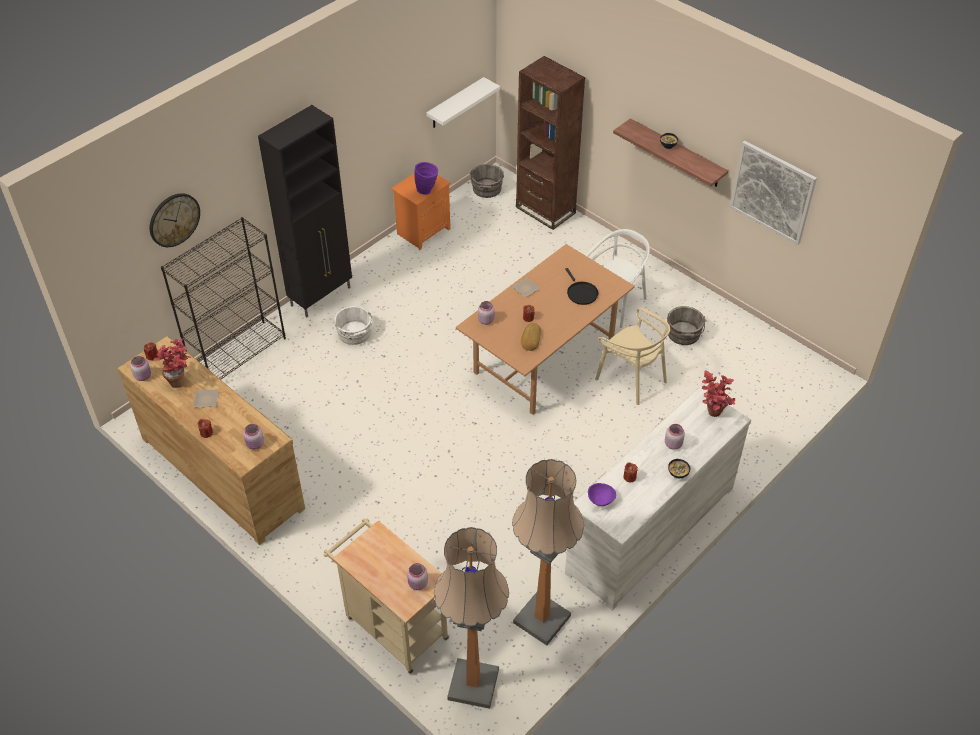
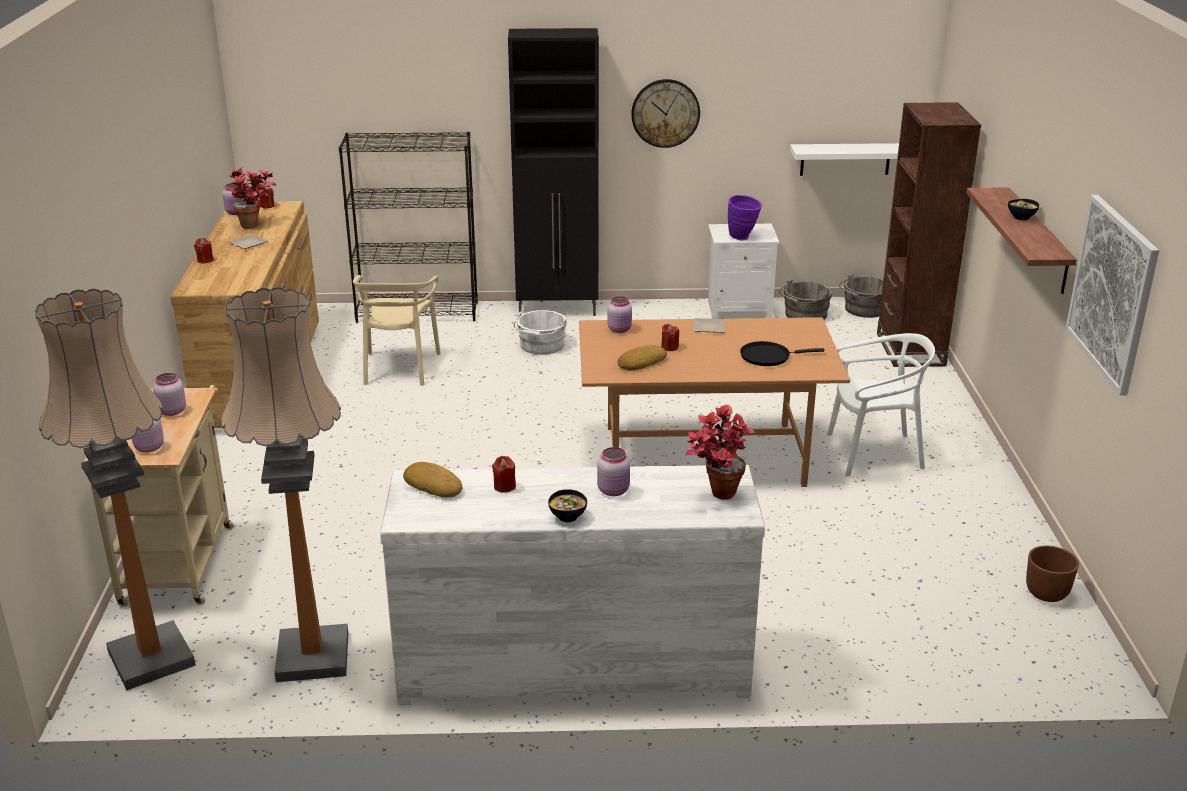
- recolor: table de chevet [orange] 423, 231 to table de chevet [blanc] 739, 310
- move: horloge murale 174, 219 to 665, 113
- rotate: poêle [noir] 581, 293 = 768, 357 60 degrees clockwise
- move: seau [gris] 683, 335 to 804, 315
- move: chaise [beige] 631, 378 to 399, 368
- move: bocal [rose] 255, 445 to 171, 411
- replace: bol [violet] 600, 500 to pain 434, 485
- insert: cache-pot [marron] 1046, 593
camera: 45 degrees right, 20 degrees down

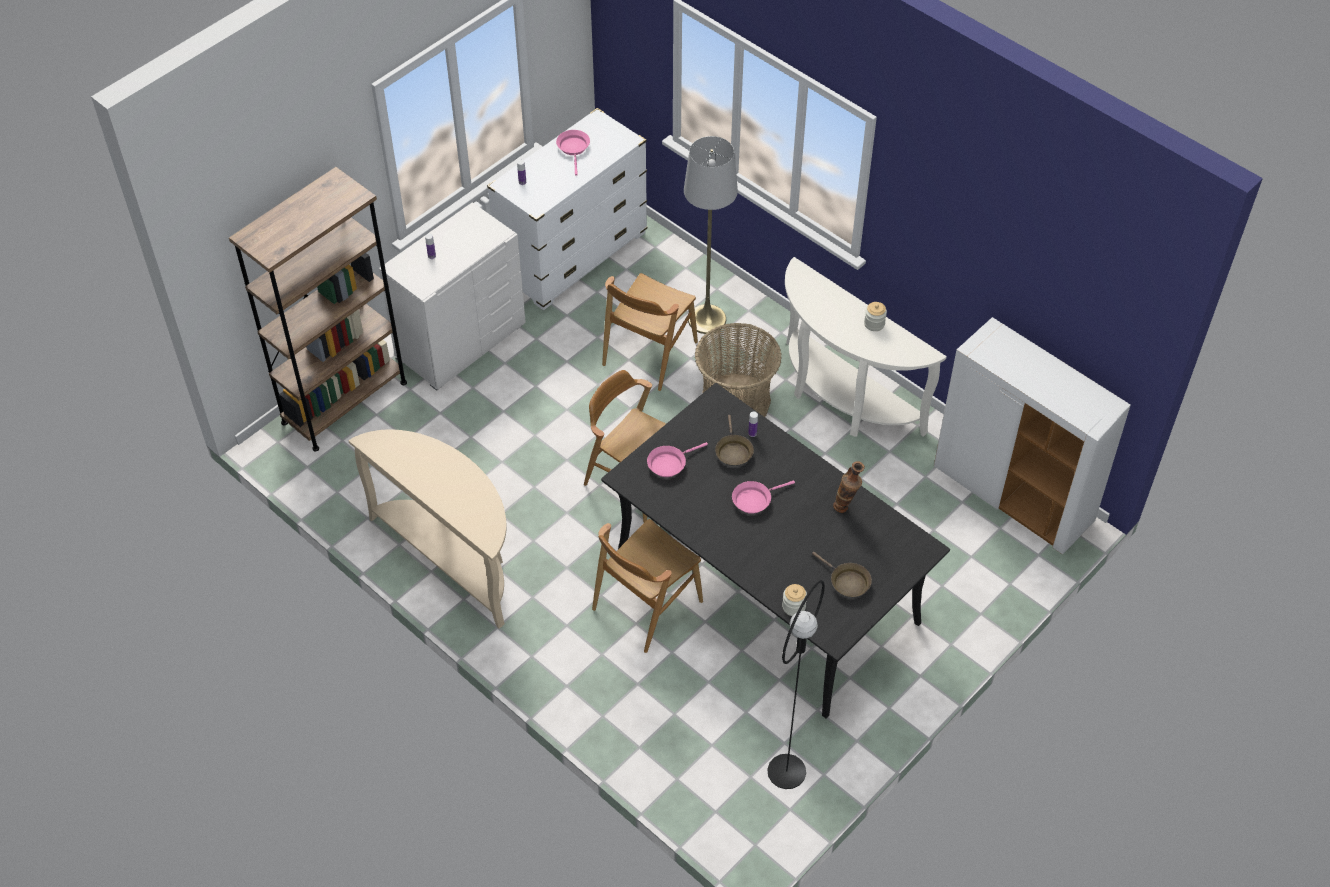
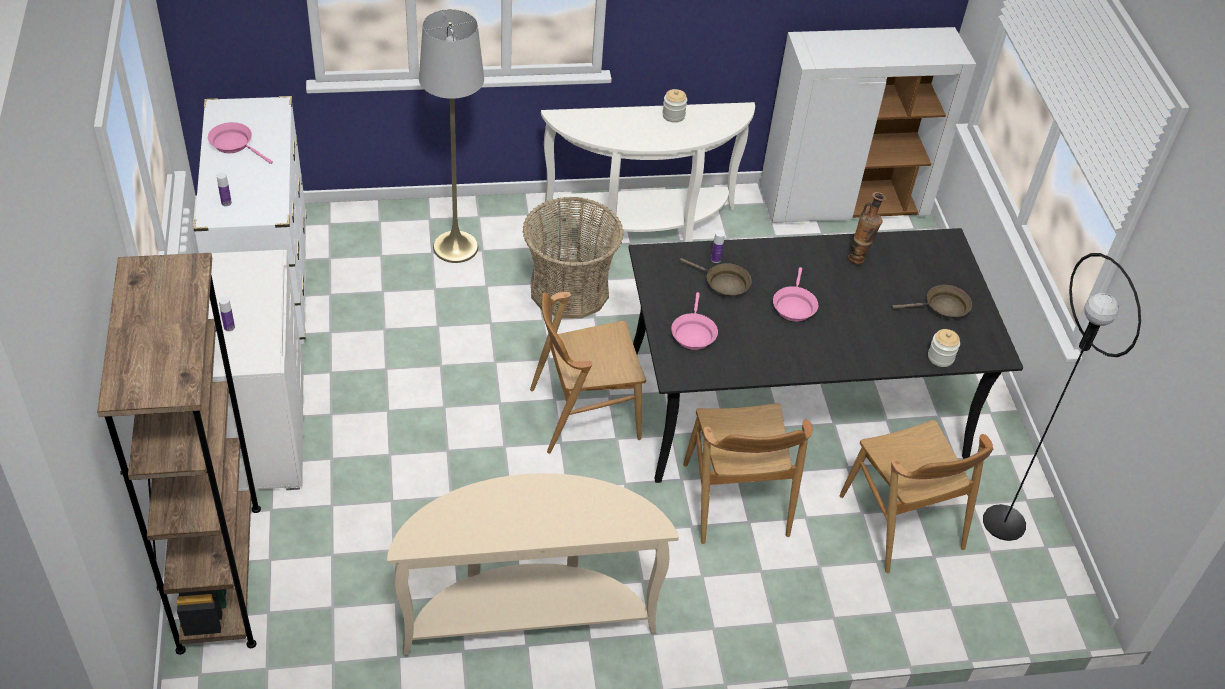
- move: chaise [marron] 649, 353 to 901, 522
camera: 55 degrees left, 5 degrees down

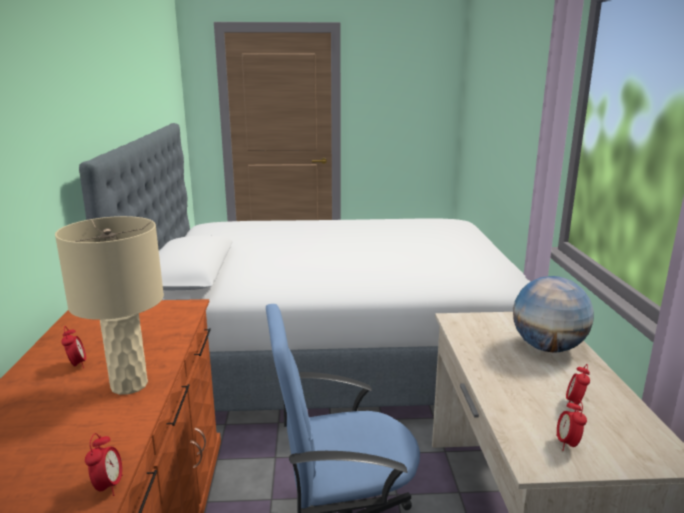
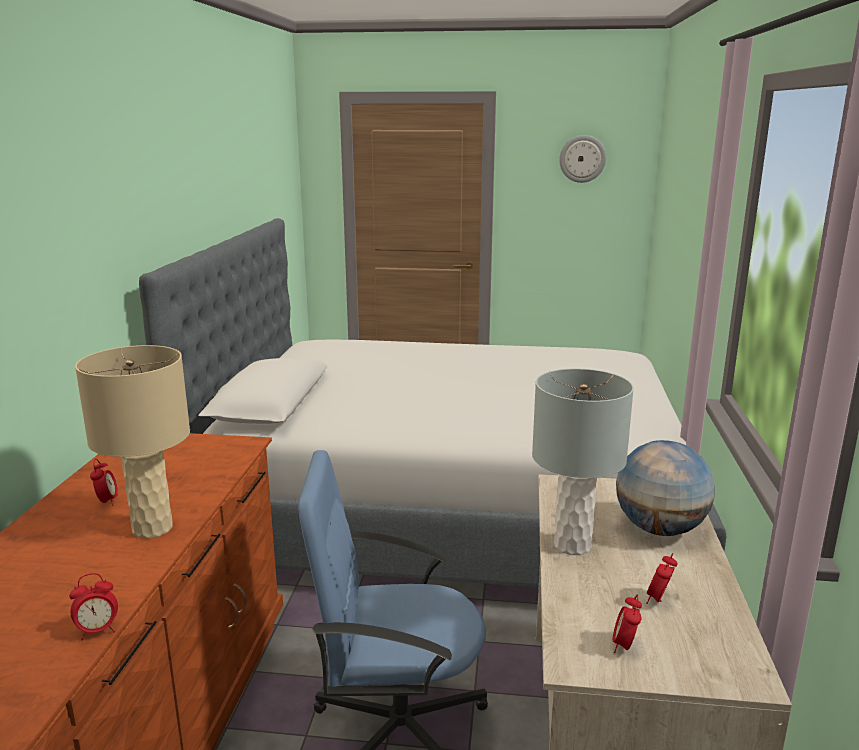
- rotate: réveil 108, 486 = 98, 631 60 degrees clockwise
- insert: horloge murale 582, 158
- insert: lampe de table [gris] 571, 545
camera: 10 degrees right, 0 degrees up

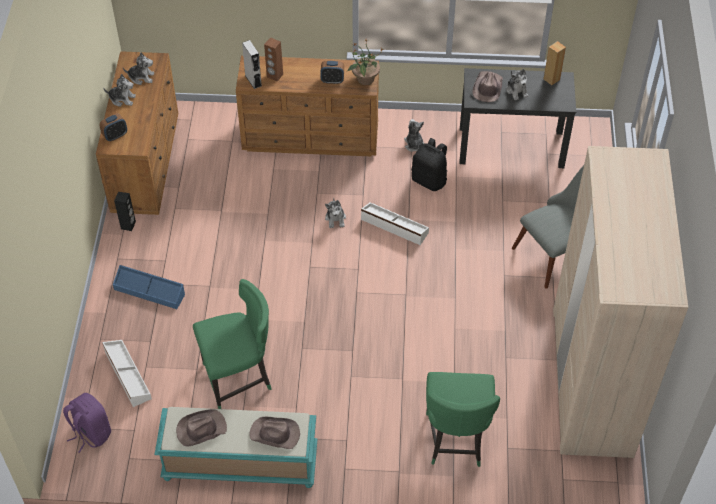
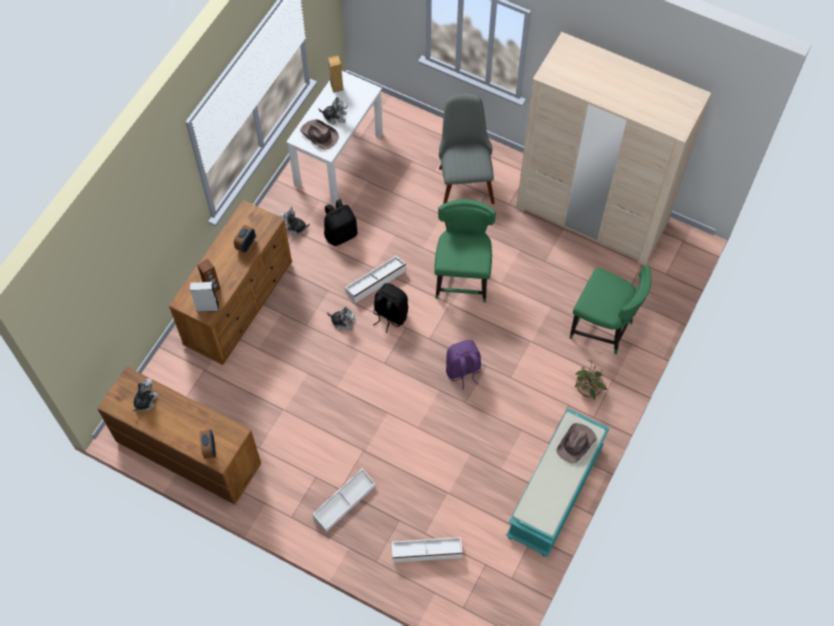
- move: plante en pot 365, 79 to 588, 390
- recolor: bureau [noir] 511, 147 to bureau [blanc] 339, 159
- delete: peluche 122, 99
- delete: enceinte [noir] 128, 225
- recolor: boîte de rangement [bleu] 149, 291 to boîte de rangement [blanc] 344, 502
- move: chaise [vert] 239, 379 to 462, 278
- move: sac à dos [violet] 91, 433 to 463, 371
- delete: chapeau [marron] 201, 429
- insert: sac à dos [noir] 389, 315
camera: 65 degrees left, 10 degrees up

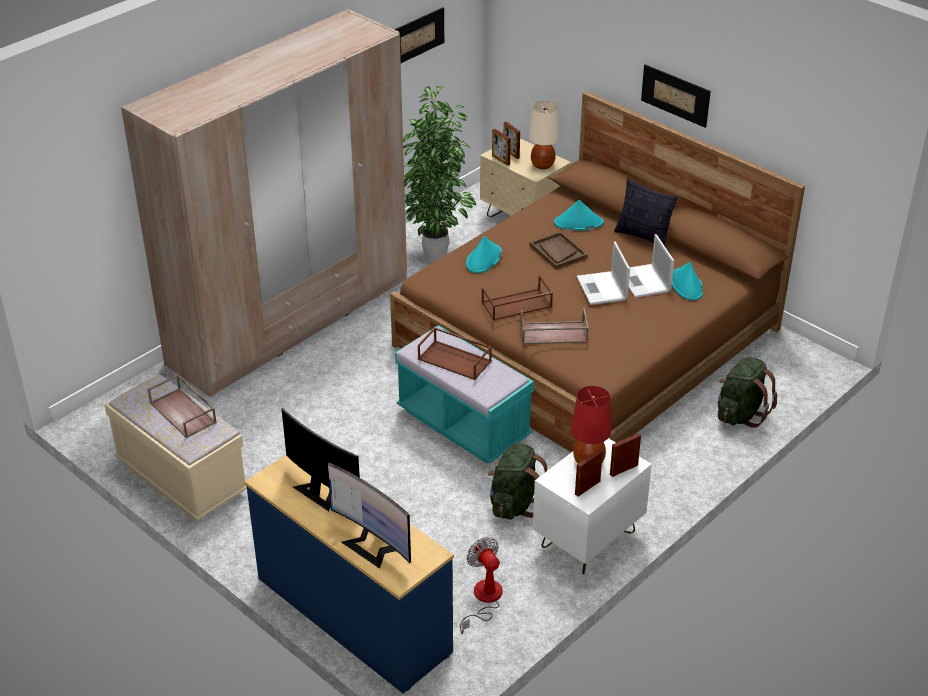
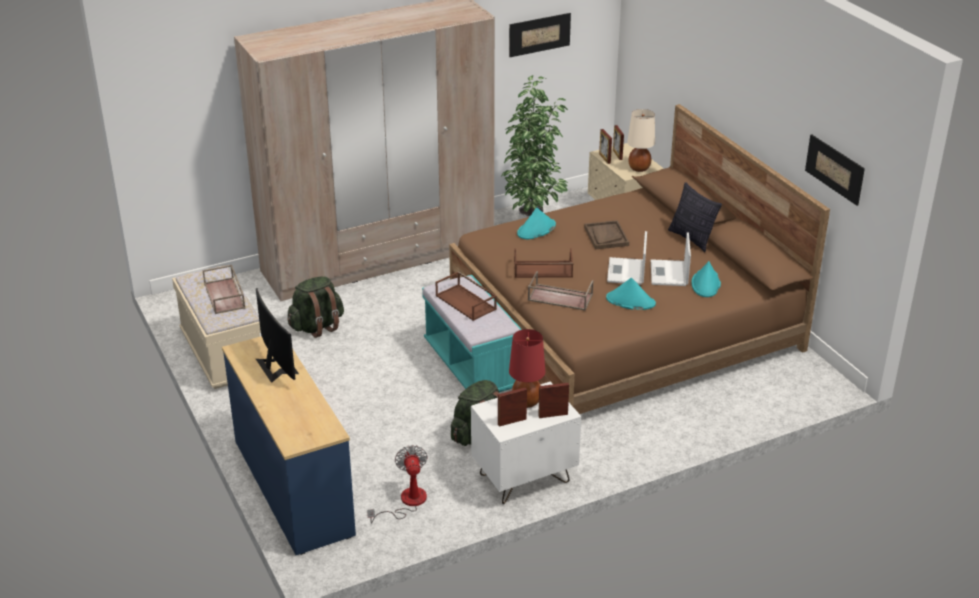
- move: tableau 675, 95 to 834, 169
- move: chapeau [turquoise] 578, 223 to 630, 301
- move: sac à dos [vert] 740, 414 to 317, 326
- delete: écran d'ordinateur 372, 545
camera: 20 degrees right, 5 degrees down

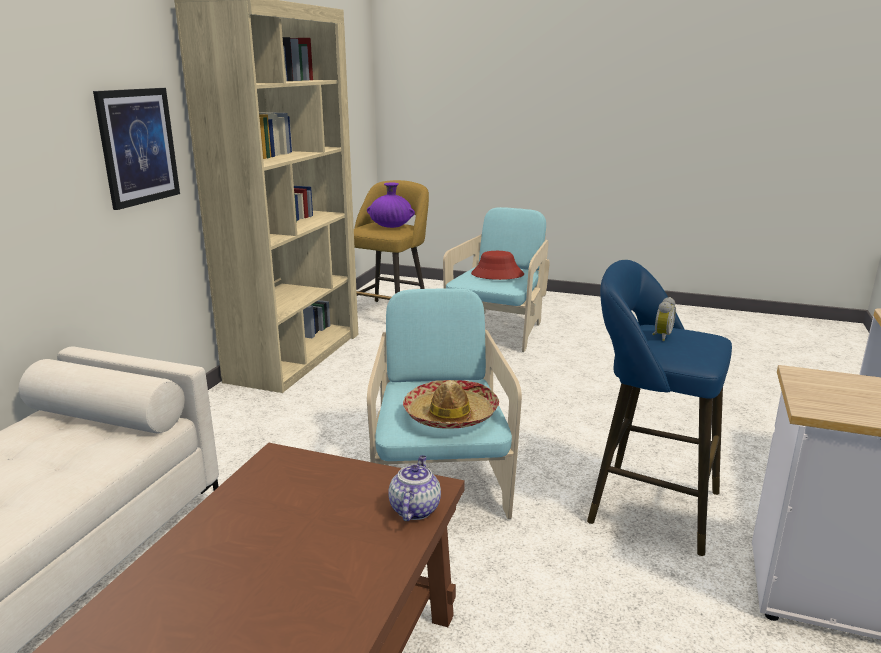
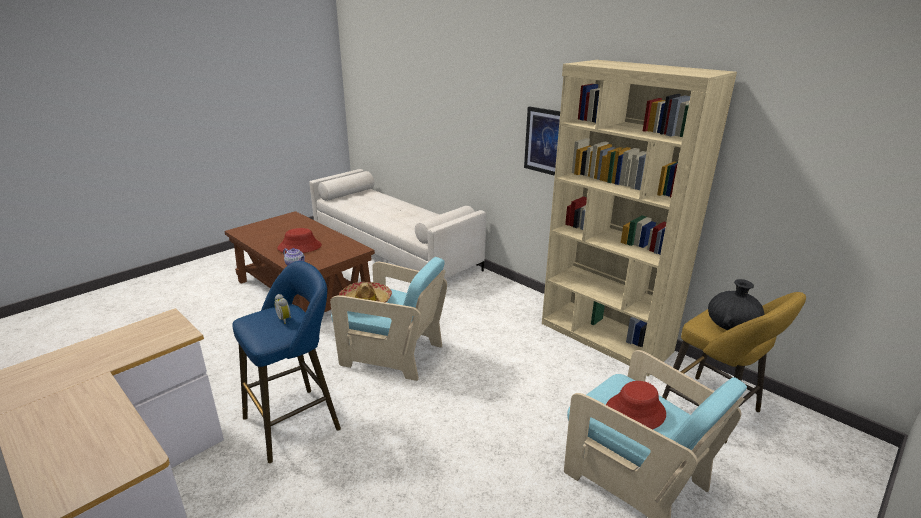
- recolor: vase [violet] 391, 226 to vase [noir] 731, 326
- insert: chapeau [rouge] 299, 247
camera: 115 degrees right, 5 degrees up

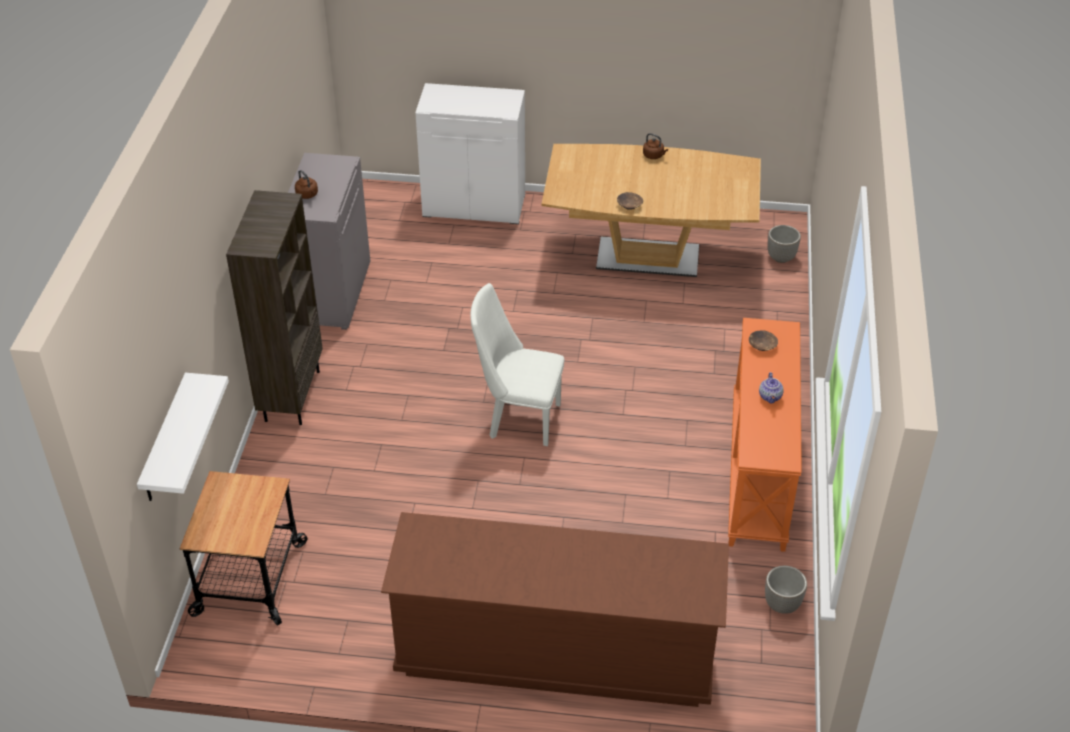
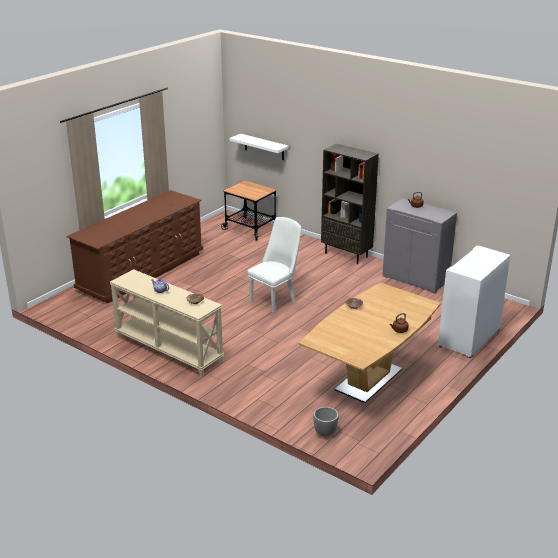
- recolor: table console [orange] 759, 471 to table console [beige] 167, 350
- delete: cache-pot 781, 605
camera: 120 degrees right, 15 degrees down

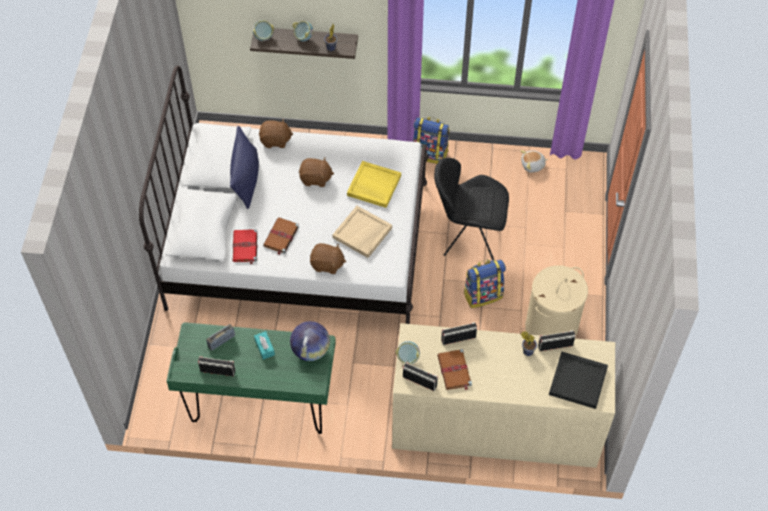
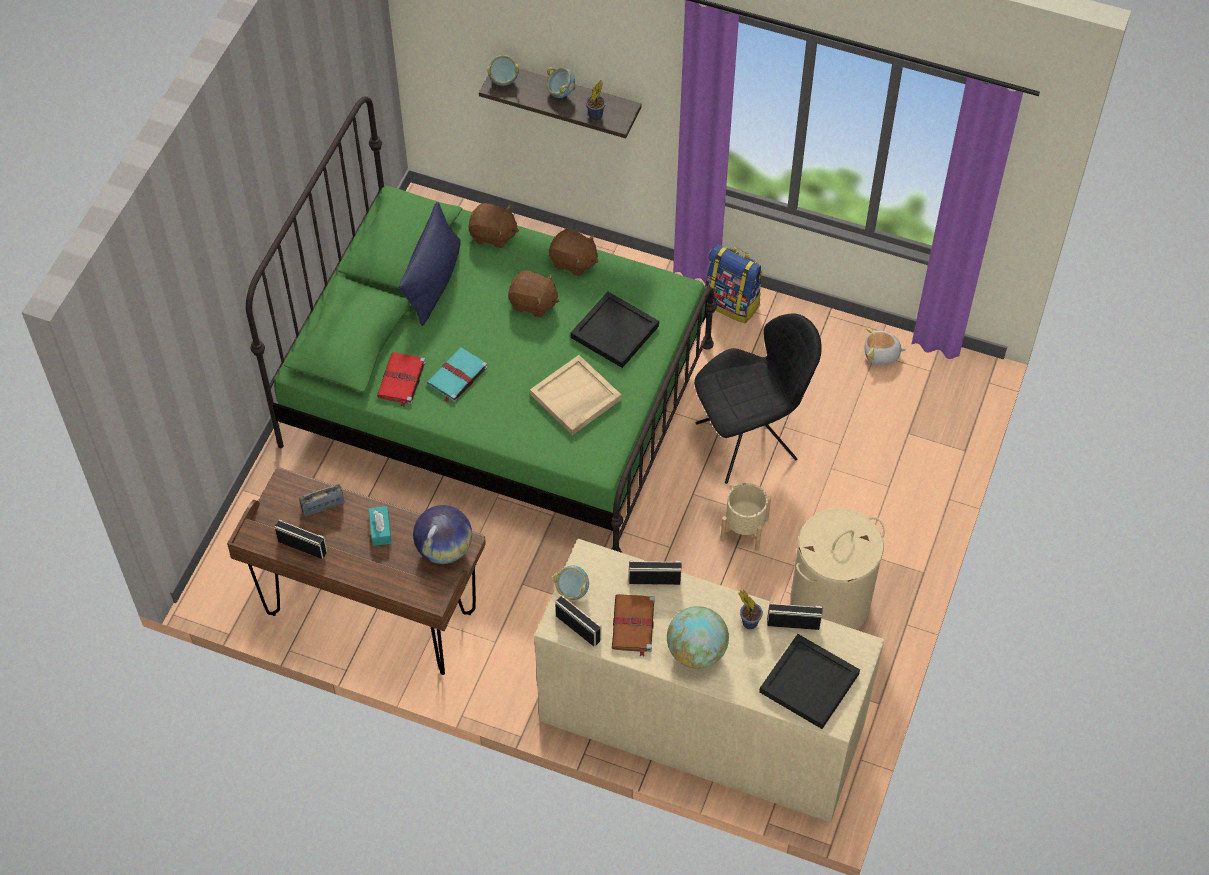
- recolor: lit [blanc] 298, 244 to lit [vert] 497, 394
- rotate: chaise [noir] 469, 237 = 750, 440 135 degrees clockwise
- recolor: plateau [jaune] 373, 186 to plateau [noir] 614, 332
- recolor: livre [marron] 281, 237 to livre [turquoise] 456, 376
- move: peluche [marron] 327, 264 to 573, 262
- replace: sac à dos 483, 294 to cache-pot [beige] 744, 529
- recolor: bureau [vert] 260, 406 to bureau [marron] 371, 615
- insert: globe 696, 651
camera: 15 degrees right, 0 degrees up

